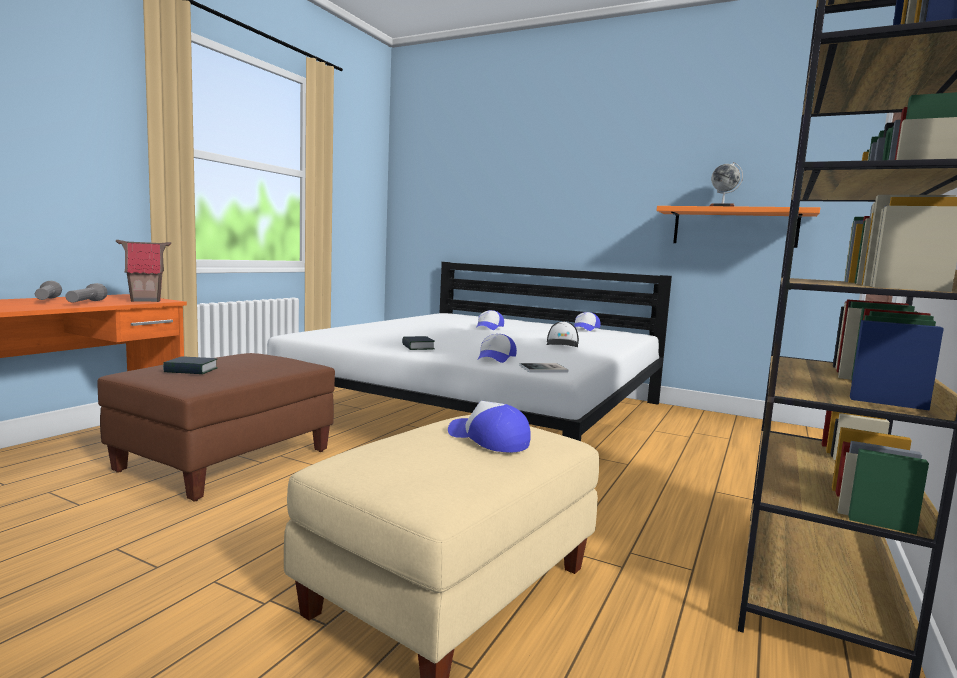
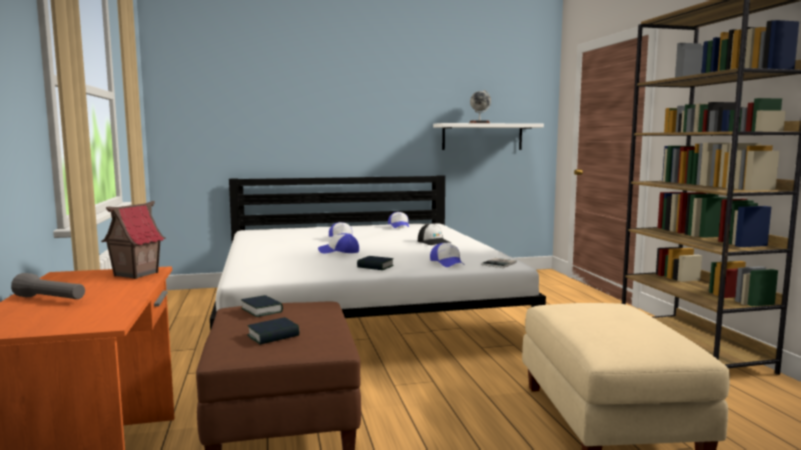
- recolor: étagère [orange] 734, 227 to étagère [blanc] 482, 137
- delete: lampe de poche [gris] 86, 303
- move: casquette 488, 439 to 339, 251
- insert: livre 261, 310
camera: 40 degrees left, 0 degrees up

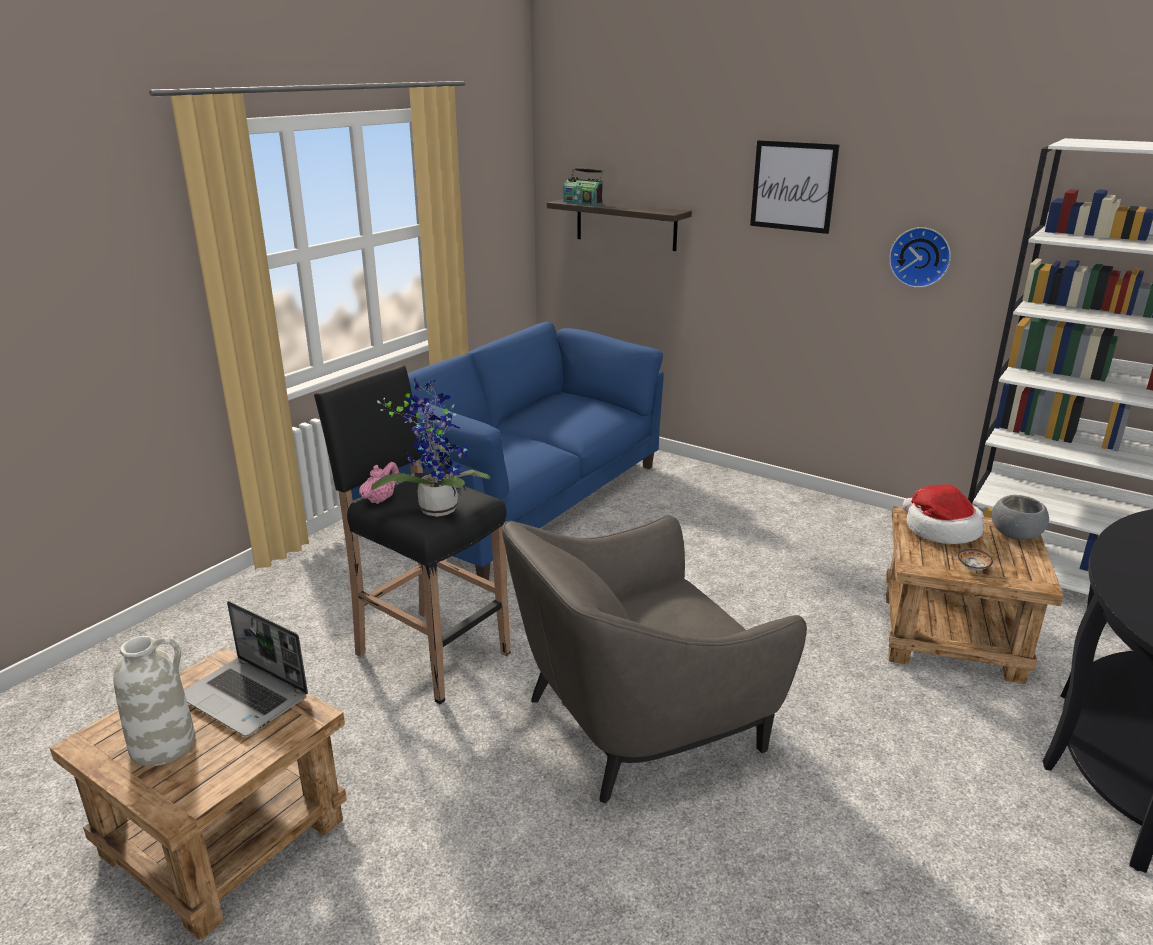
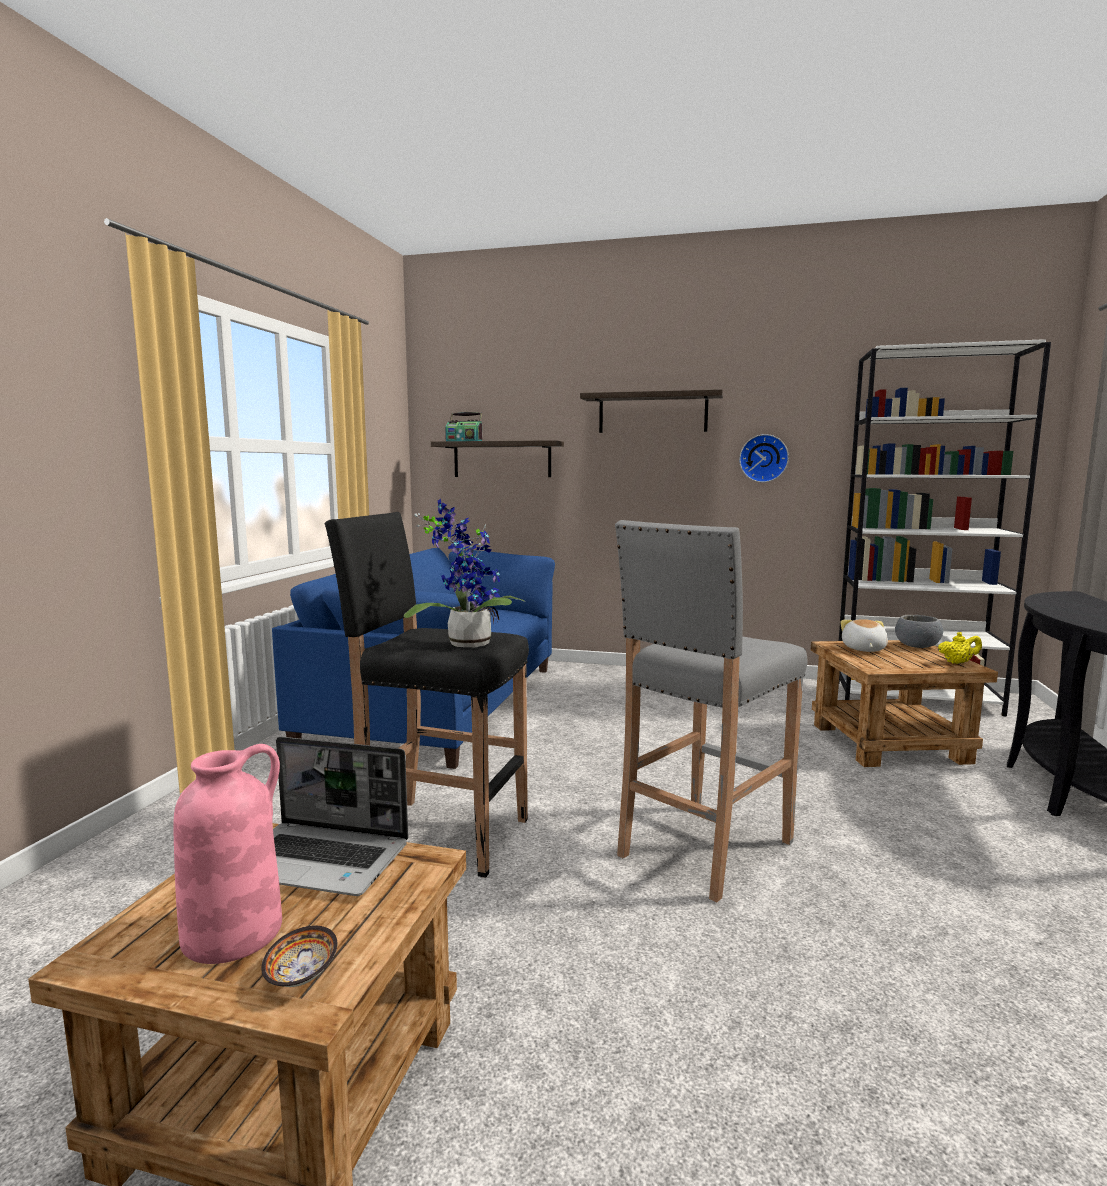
- replace: tableau 793, 186 to étagère 652, 413
- delete: théière [rose] 380, 499
- replace: chapeau 940, 530 to peluche 863, 649
- replace: fauteuil [gris] 639, 721 to tabouret [gris] 703, 850
- move: bol 973, 567 to 301, 975
- recolor: vase [blanc] 164, 744 to vase [rose] 234, 932
- insert: théière [jaune] 957, 663
camera: 20 degrees left, 15 degrees down

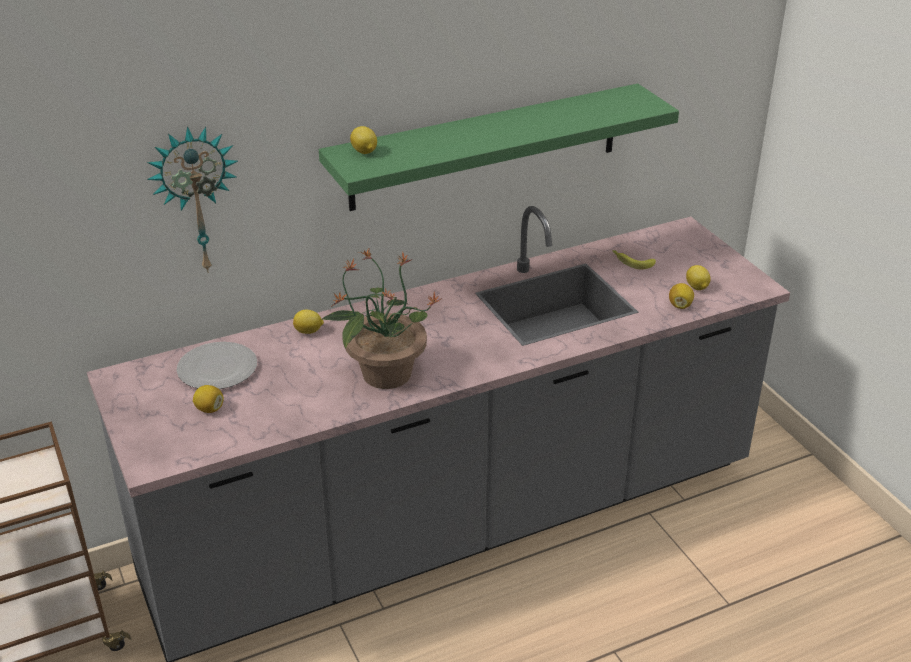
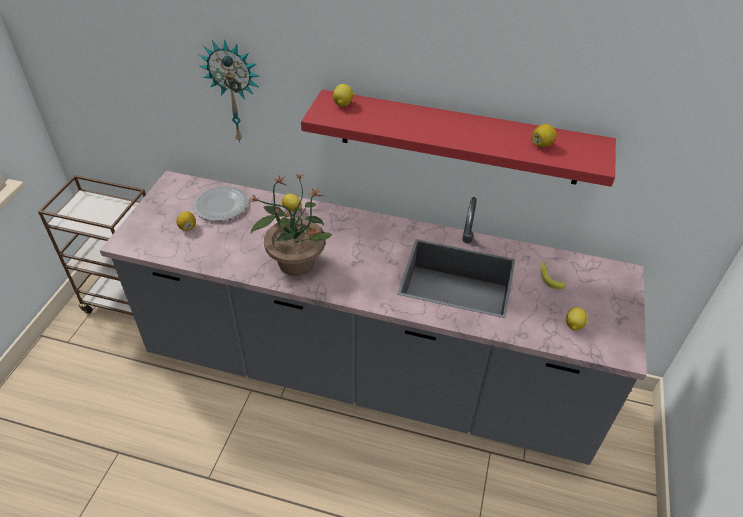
- recolor: étagère [vert] 486, 147 to étagère [rouge] 459, 137
- move: citron 680, 305 to 542, 144
camera: 40 degrees right, 10 degrees up

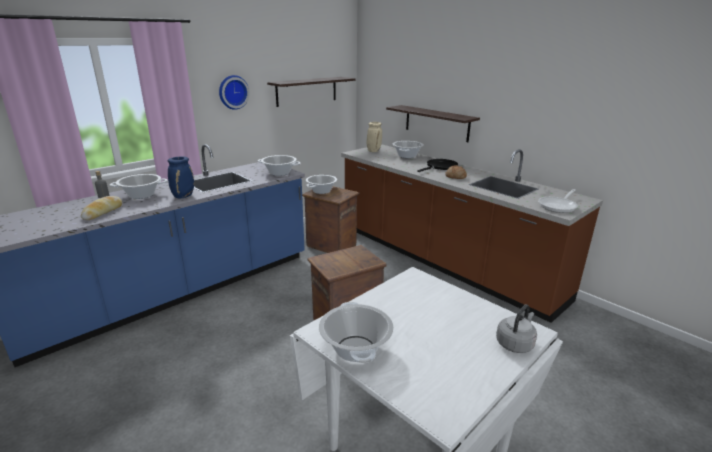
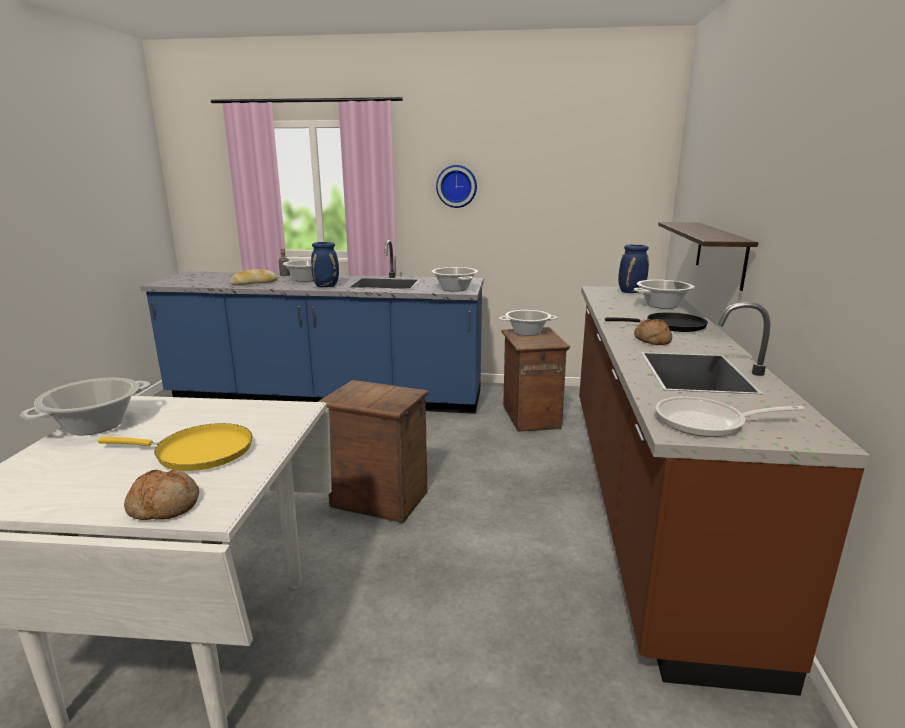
- delete: étagère 306, 91
- recolor: vase [beige] 373, 151 to vase [bleu] 631, 292
- replace: bouilloire [gris] 515, 343 to pain 165, 506
- insert: poêle [jaune] 198, 452
camera: 50 degrees right, 5 degrees down

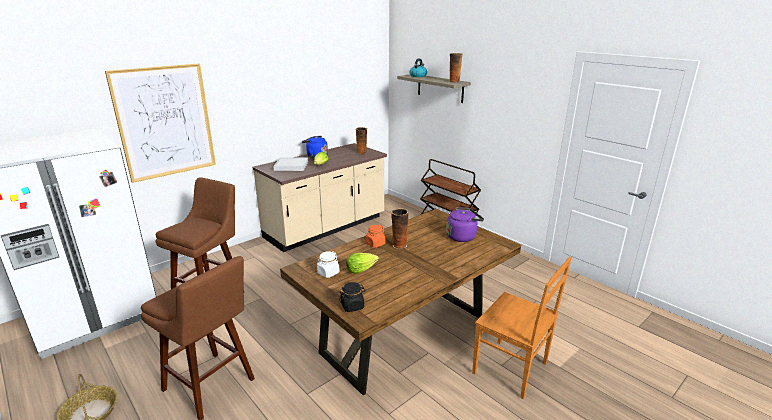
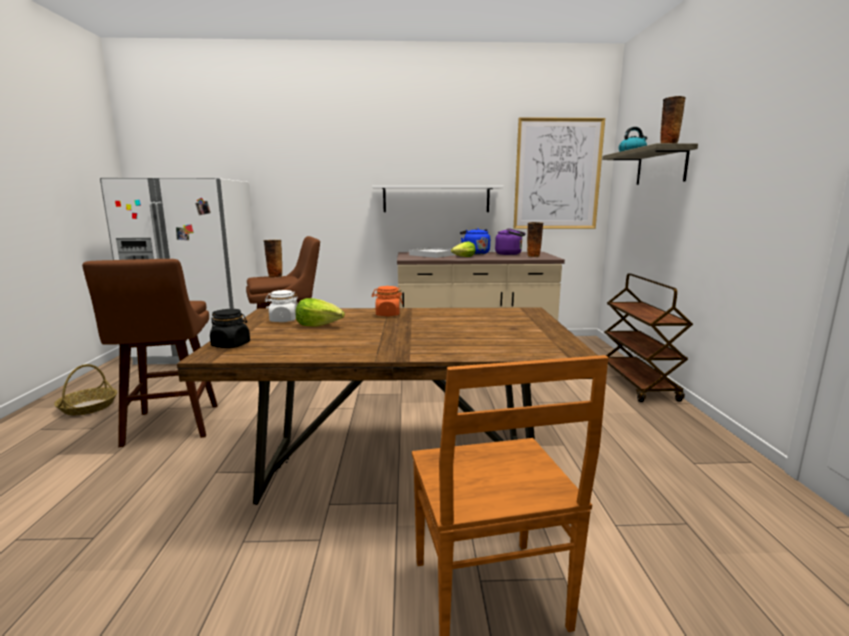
- move: tableau 165, 122 to 557, 174
- move: bouilloire [violet] 462, 236 to 510, 254
- move: vase 399, 245 to 275, 276
- insert: étagère [blanc] 436, 199
camera: 40 degrees right, 10 degrees down

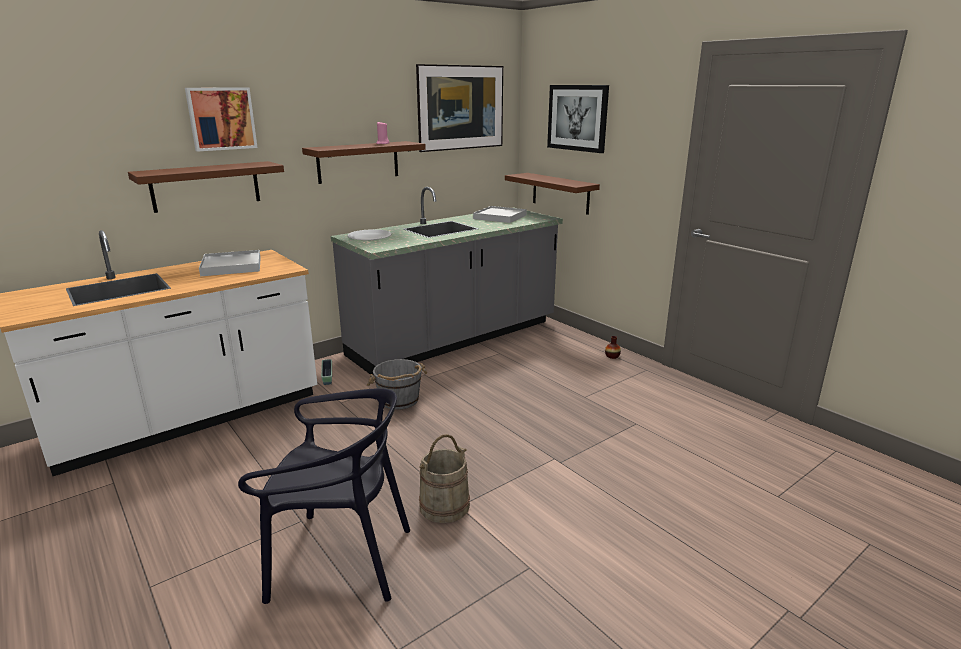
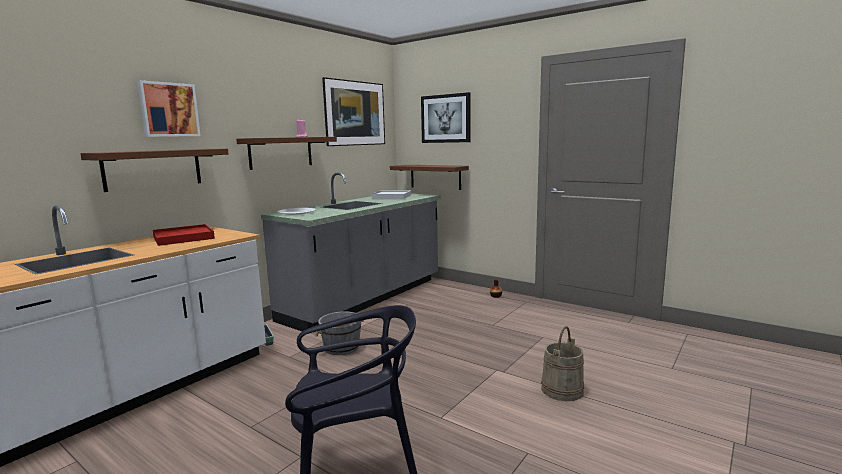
- recolor: plateau [blanc] 231, 266 to plateau [rouge] 183, 238
- move: seau [beige] 444, 505 to 561, 390
camera: 15 degrees left, 10 degrees down

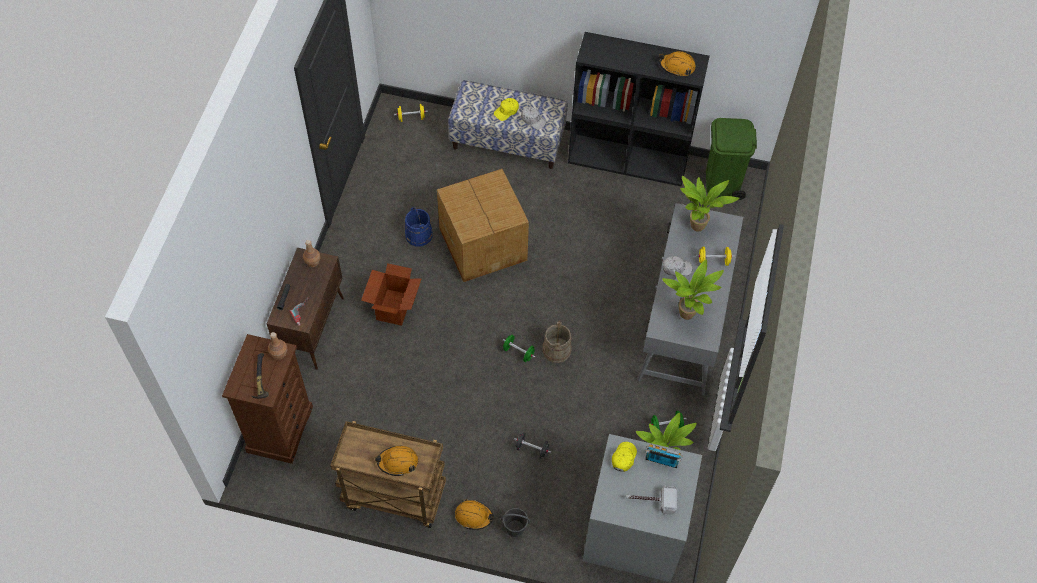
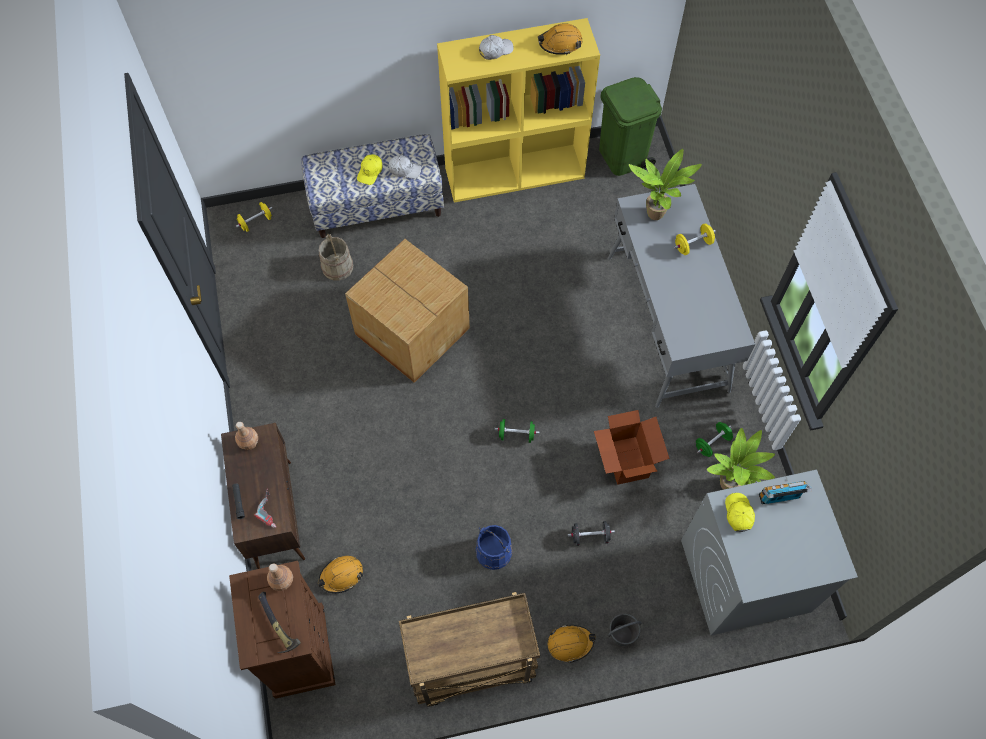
- recolor: bibliothèque [noir] 629, 159 to bibliothèque [jaune] 515, 172
- move: seau [bleu] 419, 235 to 494, 551
- move: casquette [blanc] 676, 268 to 495, 50
- delete: plante en pot 688, 316
- move: carton 393, 307 to 626, 461
- move: seau [beige] 556, 350 to 337, 267
- move: casque de chantier [orange] 398, 462 to 341, 575
- delete: marteau 650, 501
camera: 25 degrees left, 5 degrees up

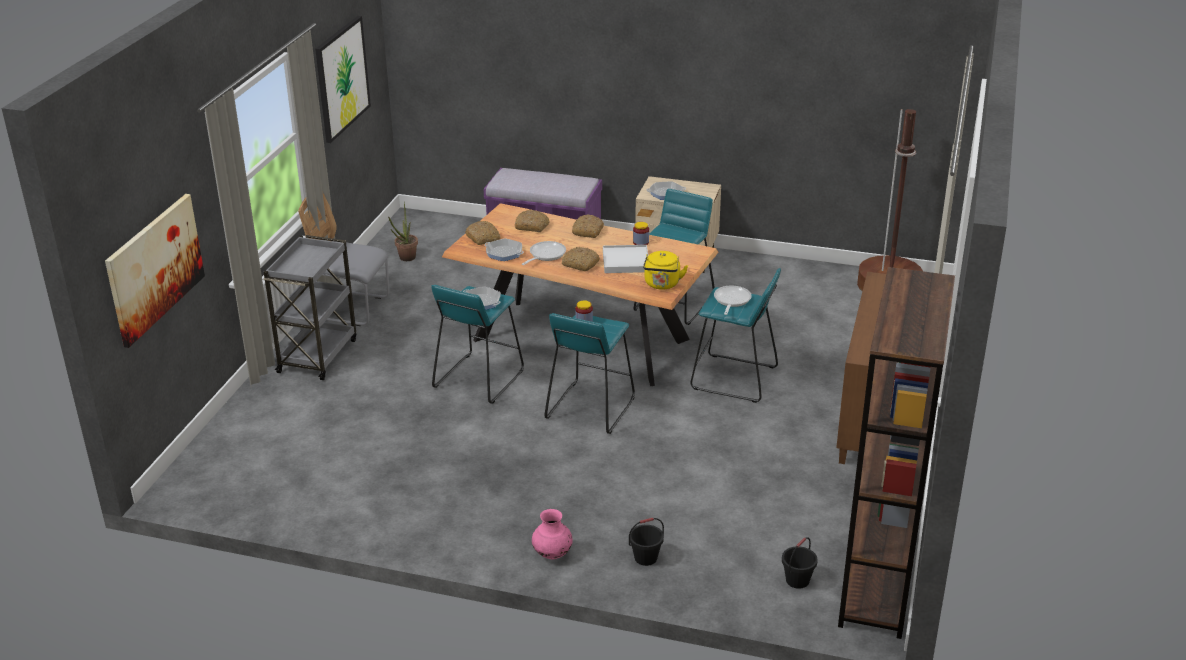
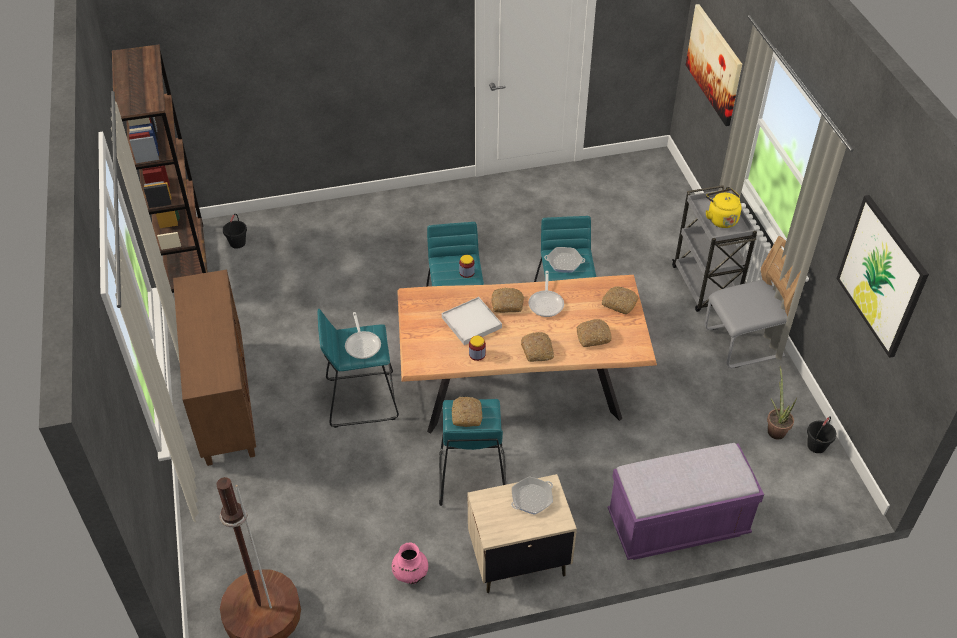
- delete: poêle 504, 253
- move: bouilloire [jaune] 662, 285 to 721, 219
- move: vase [rose] 552, 554 to 410, 574
- move: seau [noir] 646, 557 to 816, 446
- insert: pain 466, 415
camera: 150 degrees right, 15 degrees up

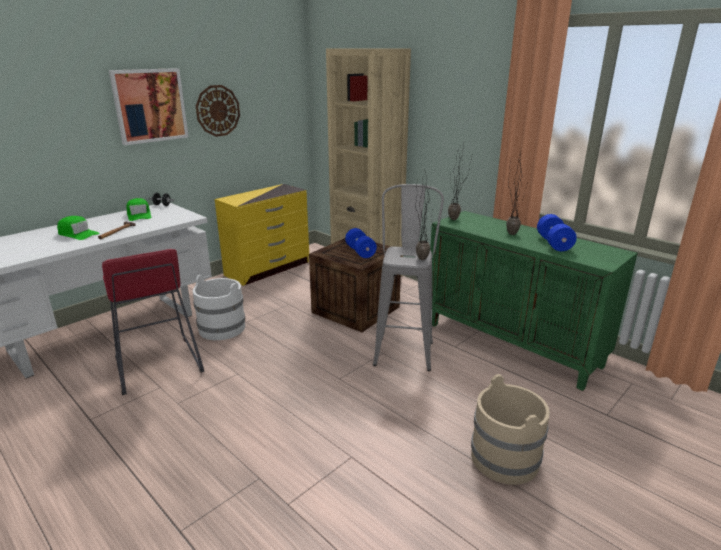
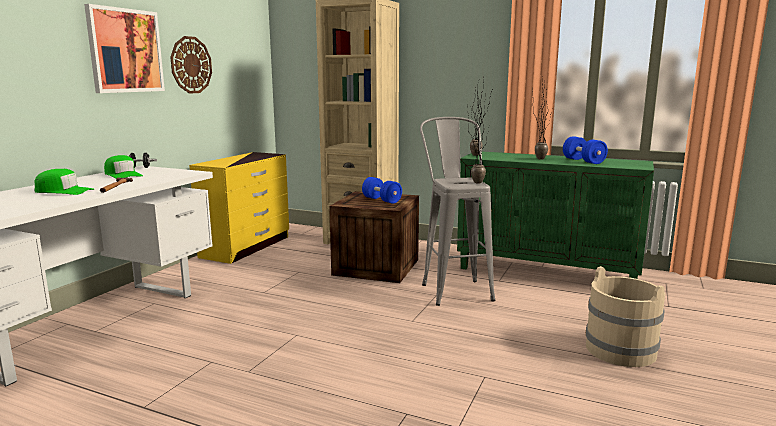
- delete: tabouret [rouge] 158, 365
- delete: seau [blanc] 222, 328
camera: 20 degrees left, 10 degrees down

